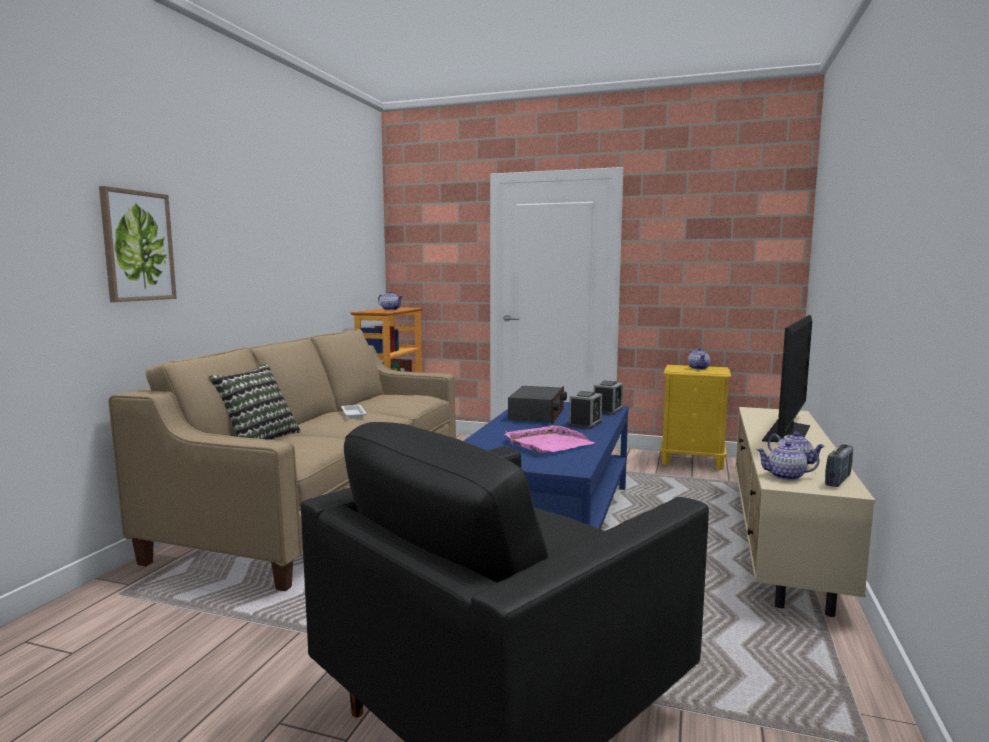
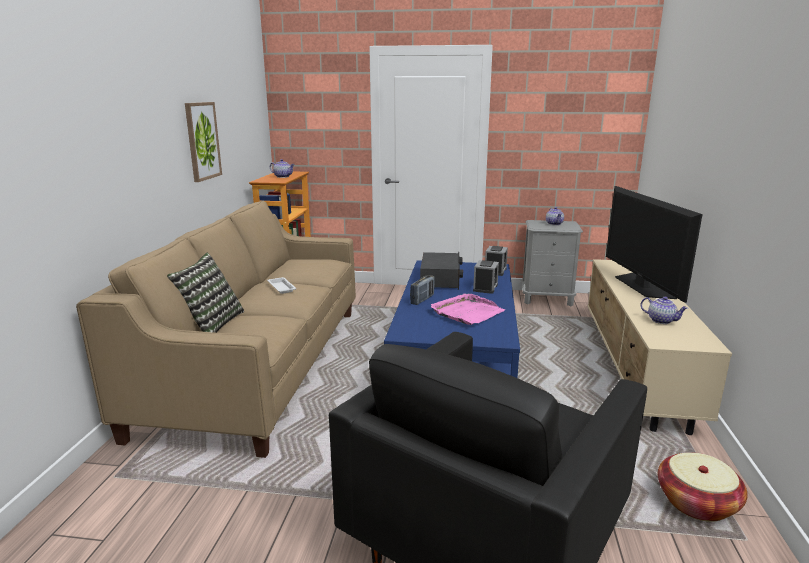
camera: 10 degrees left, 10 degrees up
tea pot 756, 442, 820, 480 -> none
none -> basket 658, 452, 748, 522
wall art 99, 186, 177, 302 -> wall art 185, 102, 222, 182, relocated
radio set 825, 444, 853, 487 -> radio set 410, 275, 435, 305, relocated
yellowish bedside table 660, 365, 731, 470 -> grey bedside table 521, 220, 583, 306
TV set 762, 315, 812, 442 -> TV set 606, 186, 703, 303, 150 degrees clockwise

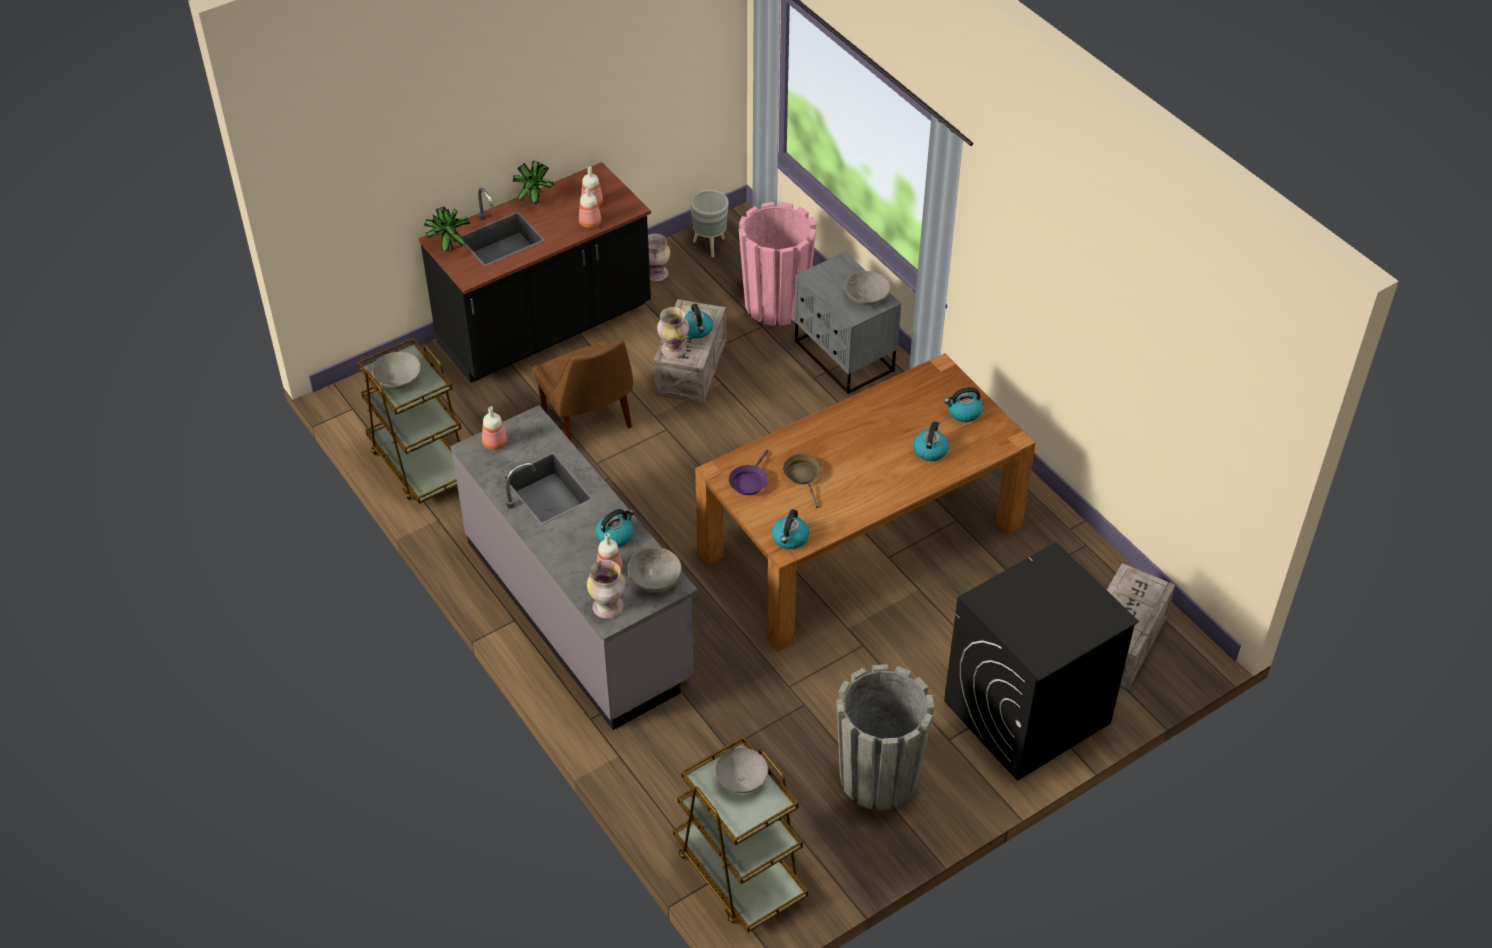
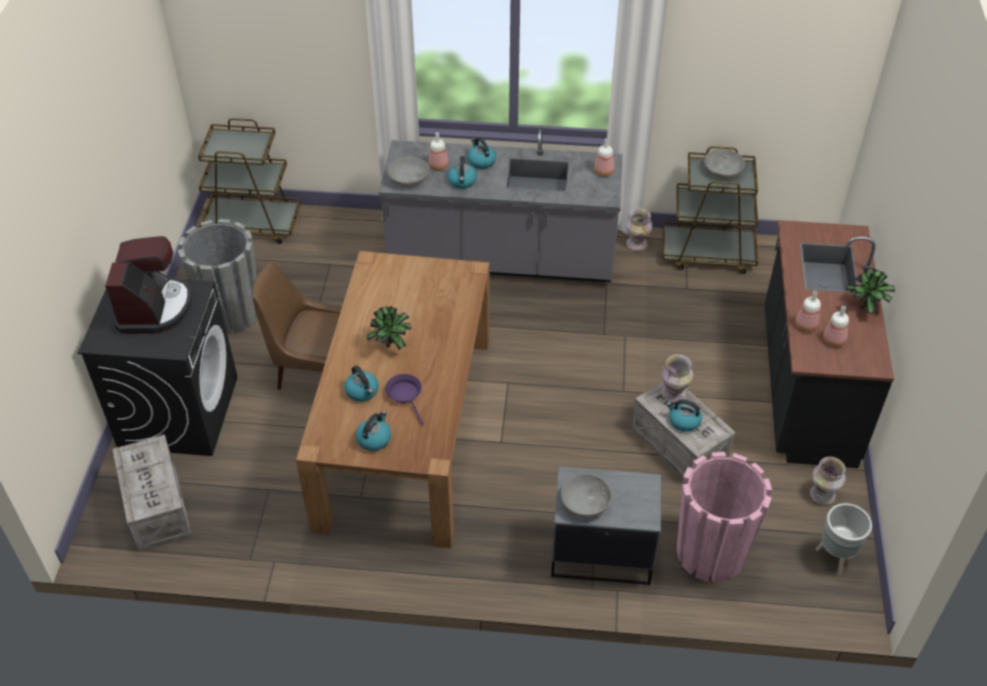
camera: 130 degrees right, 0 degrees up
grey deep dish 716, 748, 768, 793 -> none
brownish skillet 783, 454, 821, 508 -> none
none -> coffee maker 105, 236, 192, 333
houseplant 424, 207, 470, 252 -> houseplant 367, 306, 411, 350, relocated
brownish upright chair 532, 339, 633, 441 -> brownish upright chair 252, 262, 342, 390, relocated
decorative vase 587, 560, 626, 619 -> decorative vase 626, 208, 652, 251, relocated
purple skillet 729, 449, 769, 495 -> purple skillet 385, 374, 424, 424, relocated
kettle 772, 509, 809, 549 -> kettle 467, 137, 497, 169, relocated

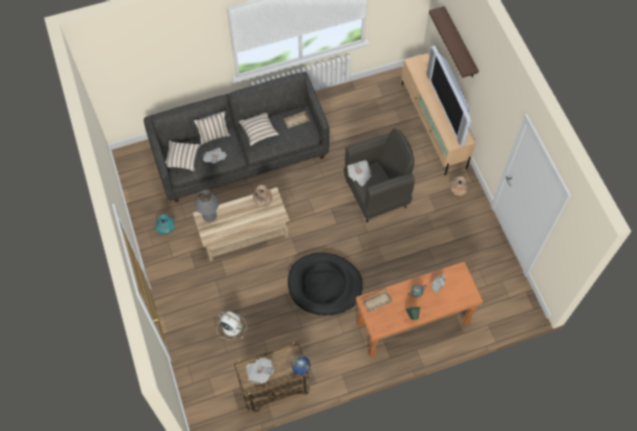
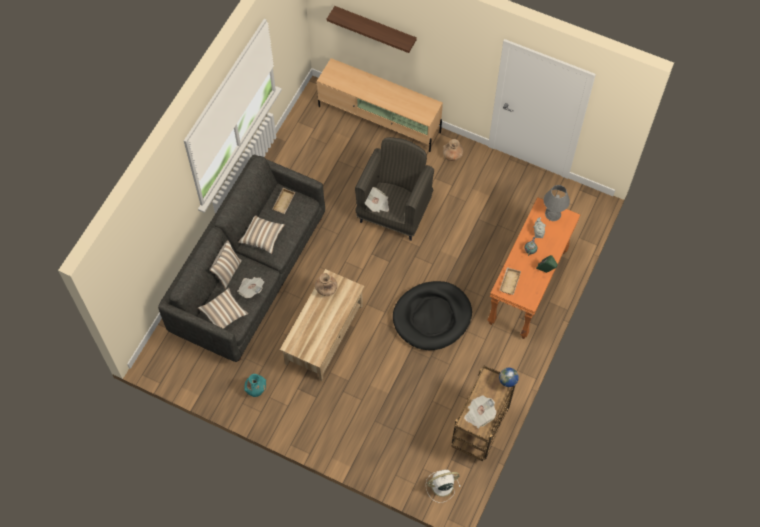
camera: 45 degrees left, 0 degrees up
TV set 426, 46, 471, 146 -> none
grey lamp for a table 195, 190, 219, 222 -> grey lamp for a table 544, 185, 570, 221, relocated
white-coloured cooling fan 217, 311, 247, 339 -> white-coloured cooling fan 426, 470, 461, 503, relocated

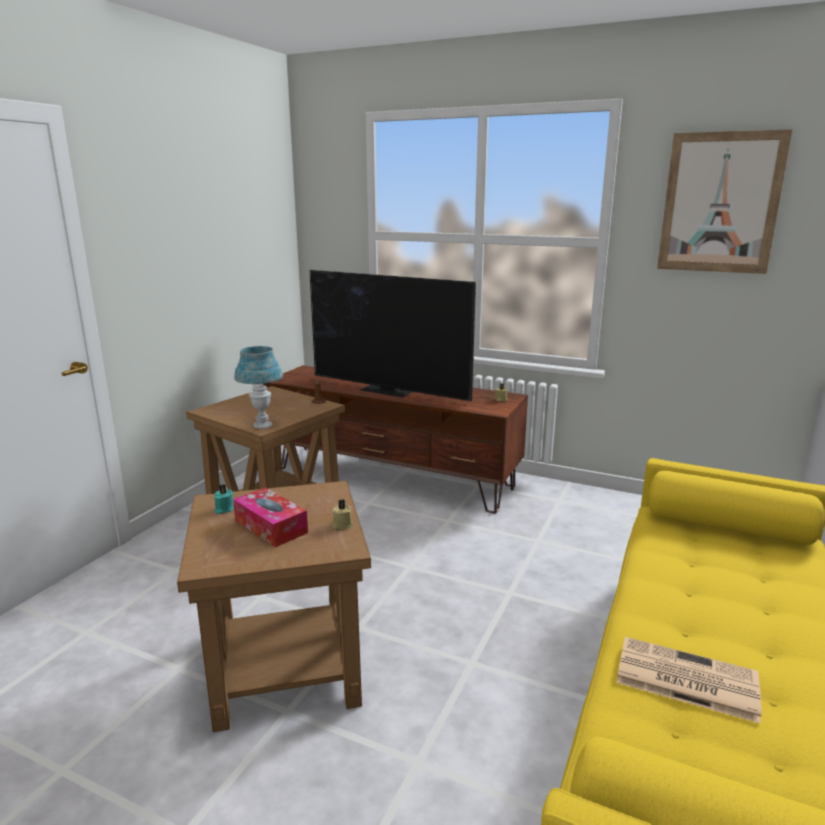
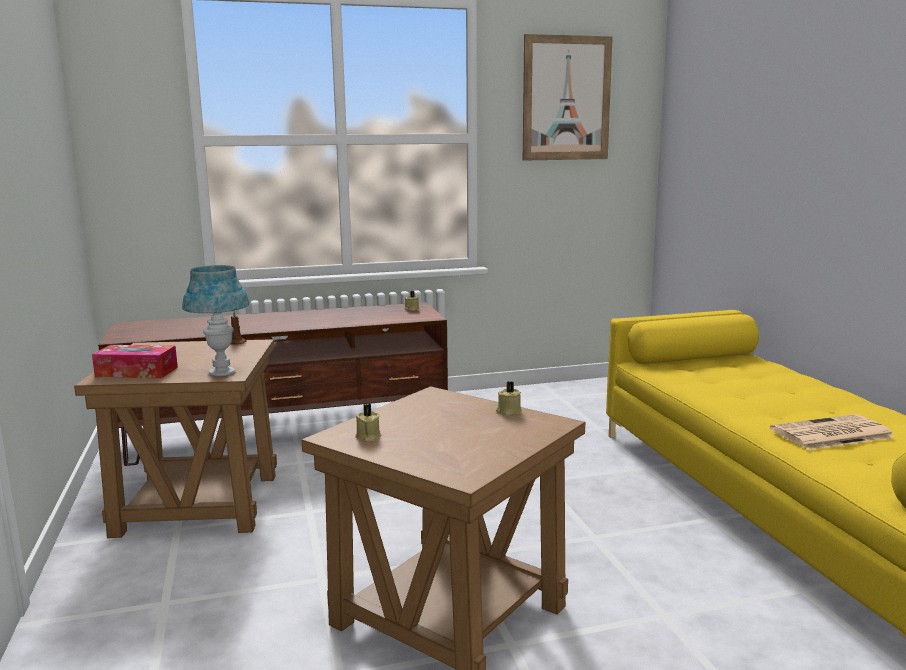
camera: 40 degrees left, 5 degrees down
TV set 309, 270, 476, 401 -> none
tissue holder 233, 487, 308, 547 -> tissue holder 92, 345, 178, 378, relocated
turquoise-coloured candle 214, 485, 234, 514 -> beige candle 355, 404, 381, 442

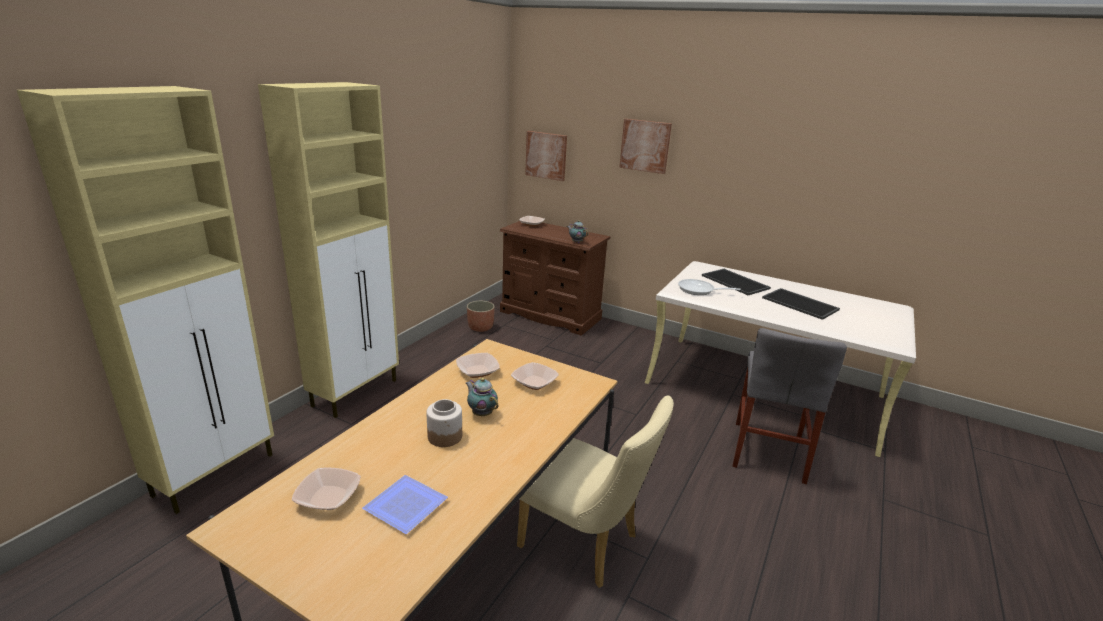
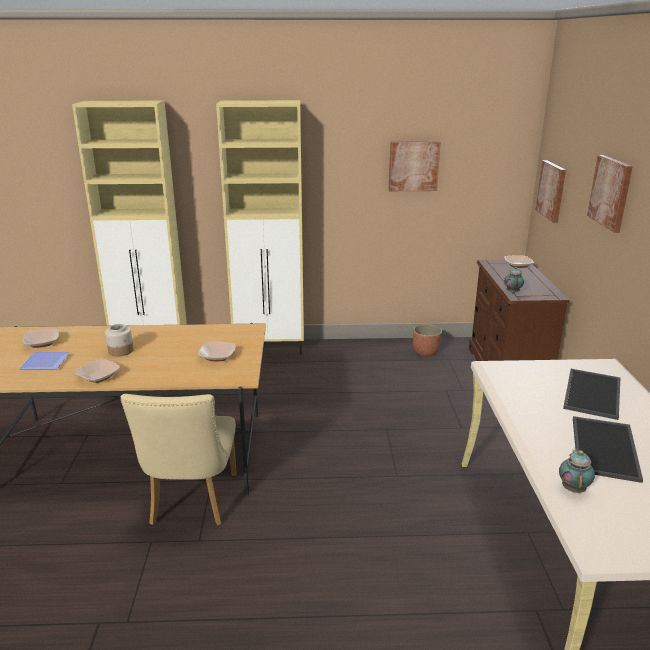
camera: 60 degrees right, 0 degrees up
skillet 678, 279, 740, 295 -> none
grey upright chair 733, 328, 847, 484 -> none
none -> wall art 388, 141, 441, 191
deep dish 456, 353, 500, 378 -> deep dish 75, 359, 120, 383, relocated
tea pot 466, 378, 498, 416 -> tea pot 559, 448, 595, 493, relocated

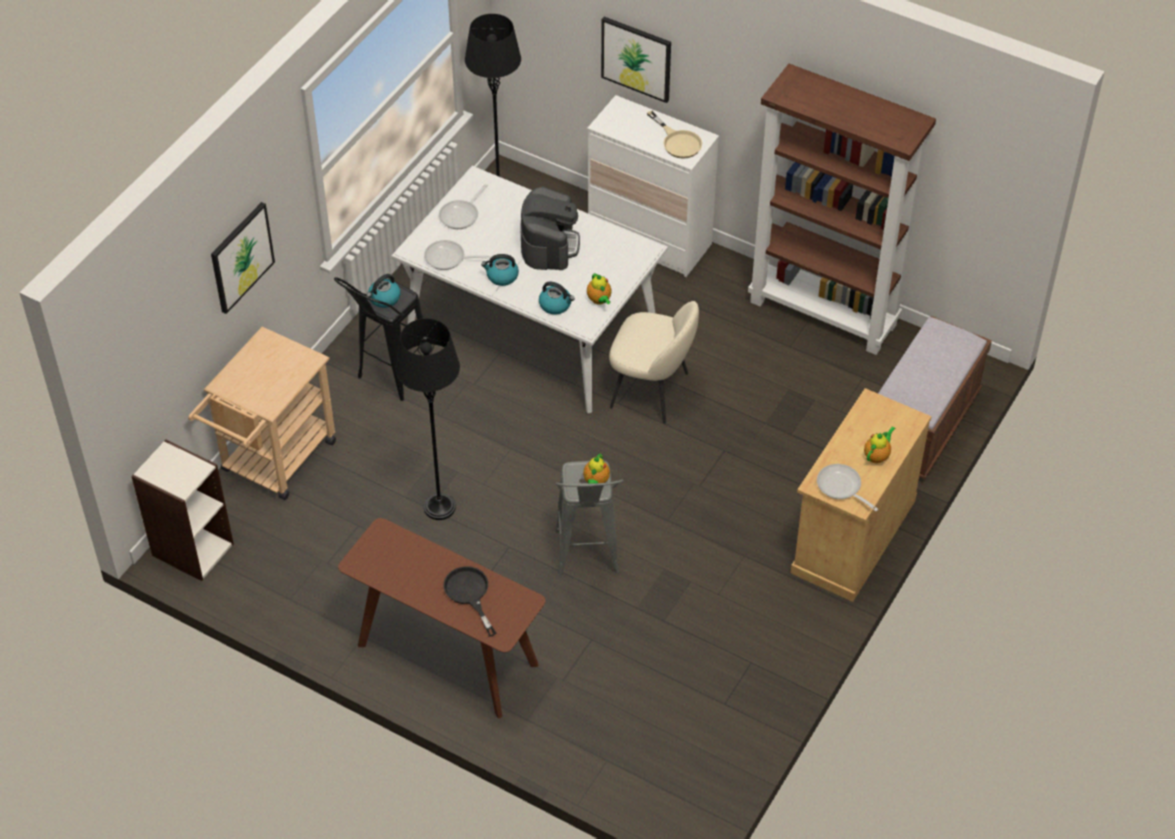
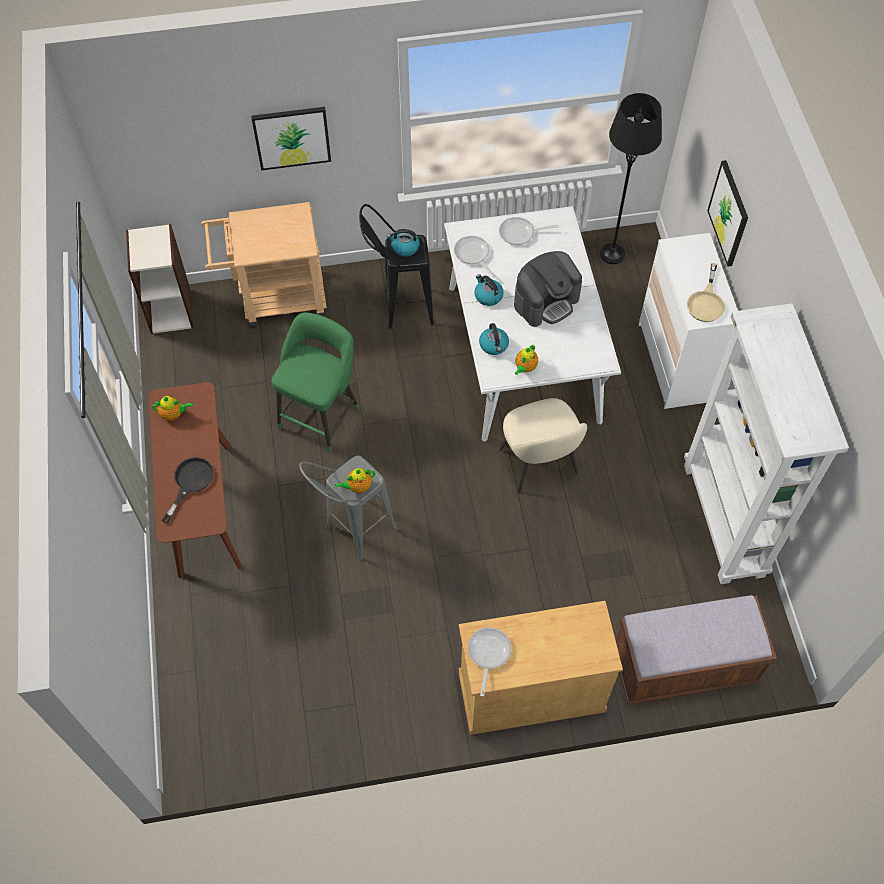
camera: 50 degrees right, 10 degrees up
tea pot 864, 426, 895, 464 -> tea pot 152, 395, 193, 421, relocated
blackish standing lamp 396, 318, 460, 520 -> green-coloured stool seat 271, 313, 359, 453
brownish bookshelf 748, 64, 936, 355 -> white-coloured bookshelf 684, 303, 849, 584

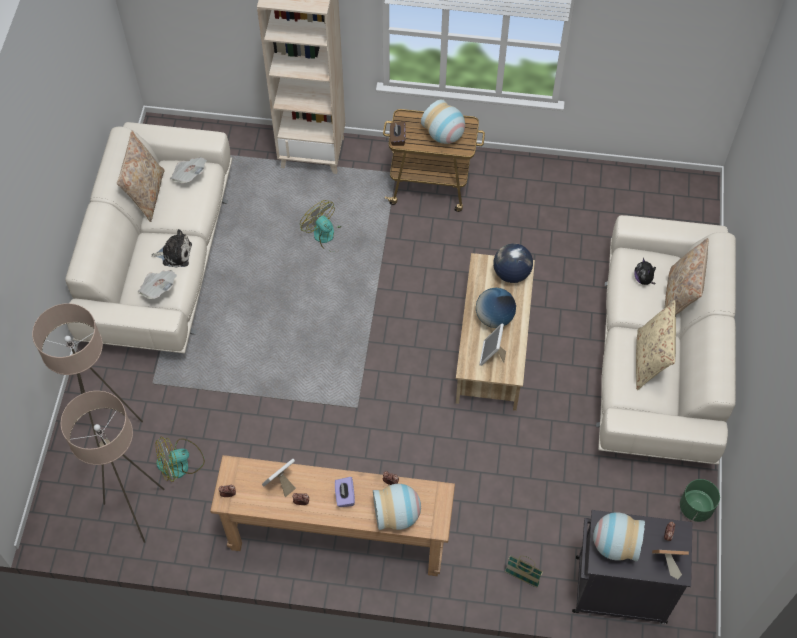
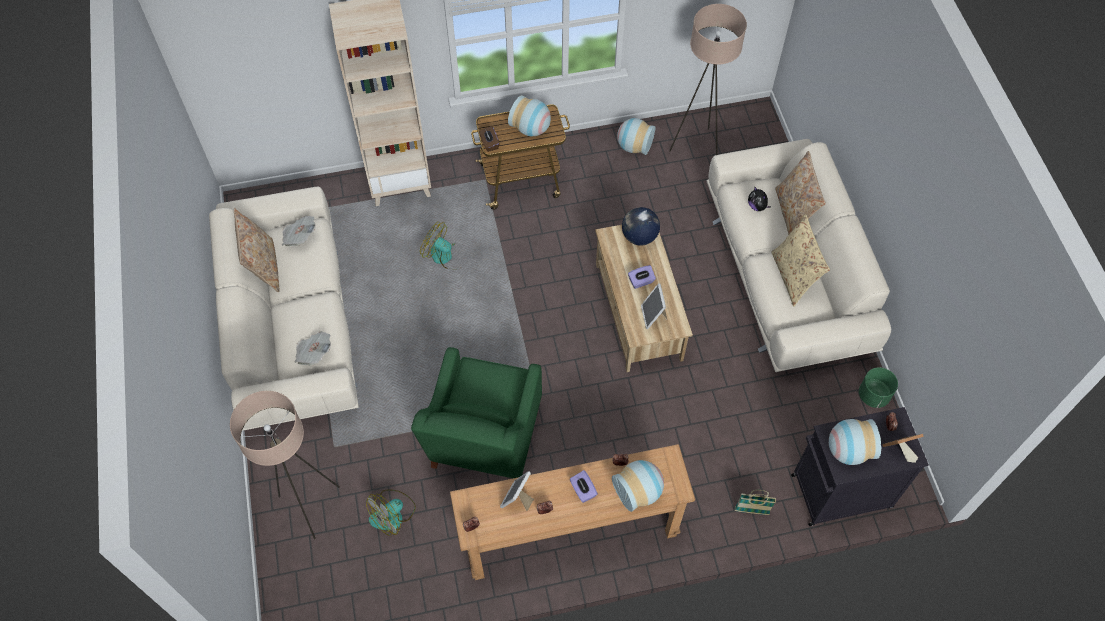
camera: 20 degrees left, 0 degrees up
plush toy 151, 229, 192, 268 -> none
none -> green-coloured lounge chair 411, 347, 542, 478
none -> decorative vase 617, 118, 656, 155
beige standing lamp 61, 391, 165, 543 -> beige standing lamp 669, 4, 747, 155, relocated
globe 476, 288, 516, 328 -> purple tissue holder 628, 265, 656, 289

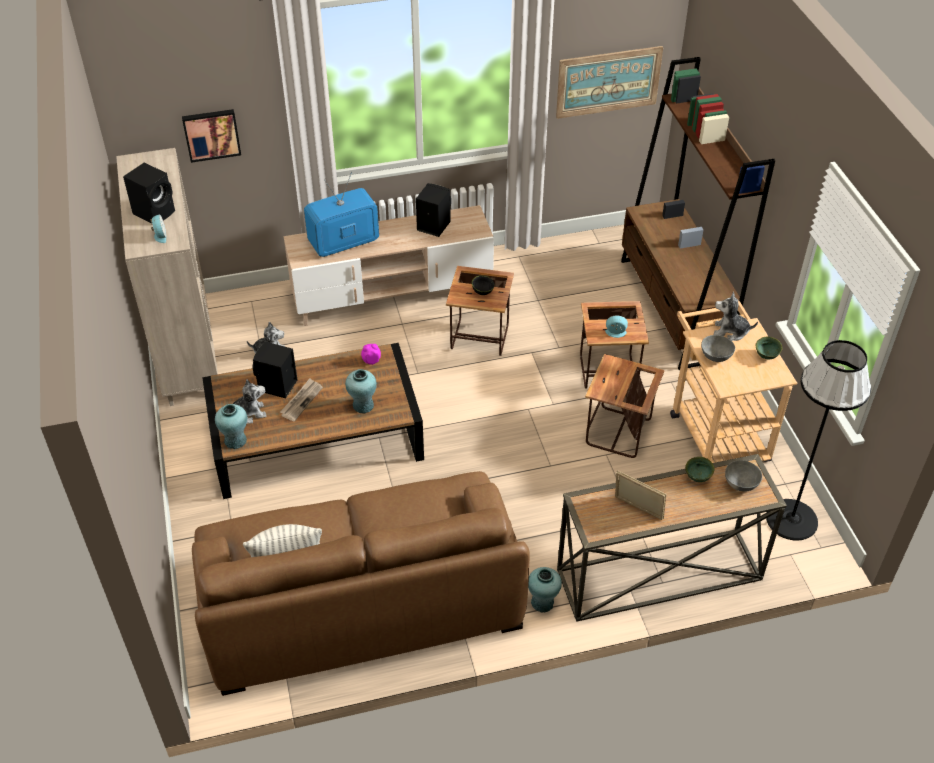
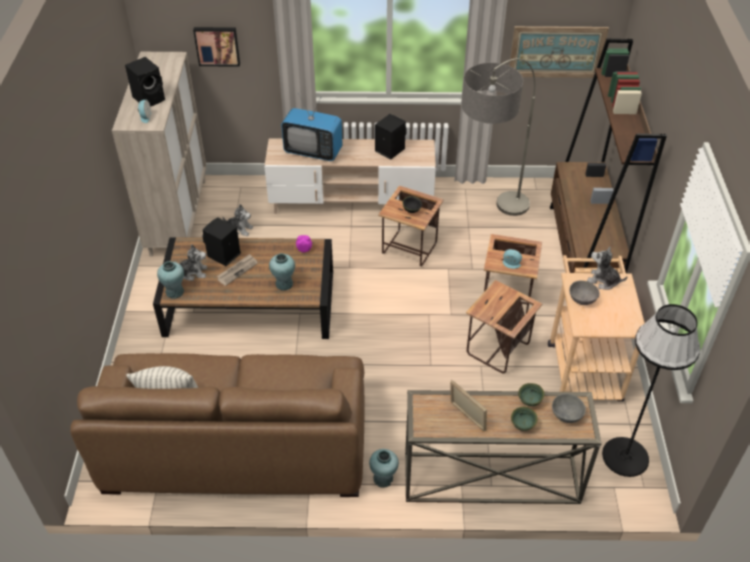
camera: 15 degrees right, 0 degrees up
none -> standing lamp 462, 58, 535, 216
green-coloured deep dish 756, 336, 782, 359 -> green-coloured deep dish 511, 407, 538, 431, relocated
TV set 304, 172, 379, 257 -> TV set 281, 93, 342, 161, 150 degrees counterclockwise

